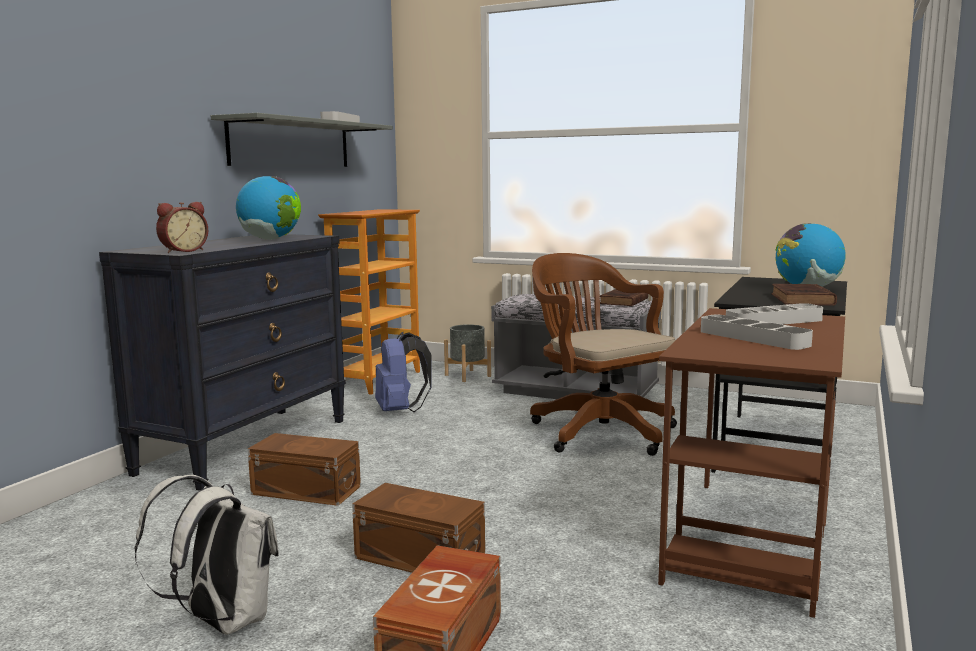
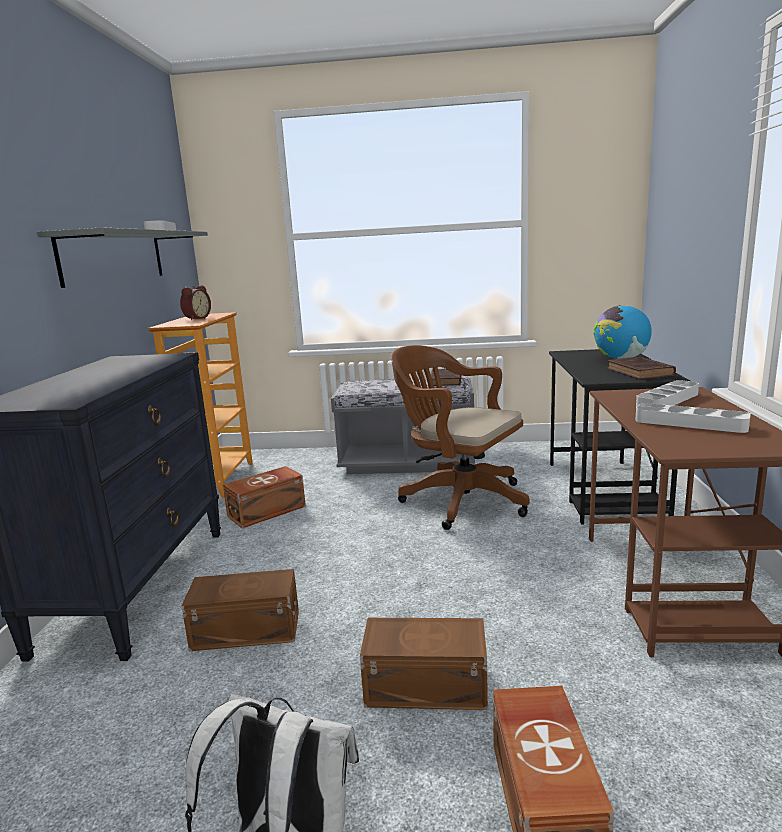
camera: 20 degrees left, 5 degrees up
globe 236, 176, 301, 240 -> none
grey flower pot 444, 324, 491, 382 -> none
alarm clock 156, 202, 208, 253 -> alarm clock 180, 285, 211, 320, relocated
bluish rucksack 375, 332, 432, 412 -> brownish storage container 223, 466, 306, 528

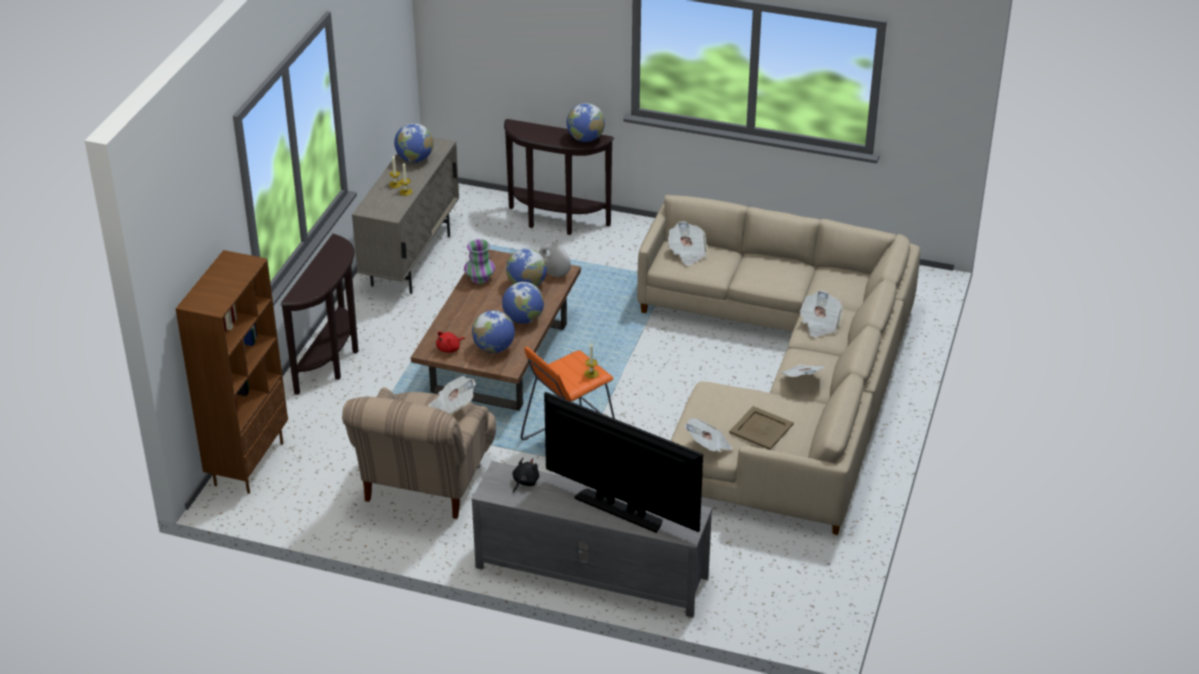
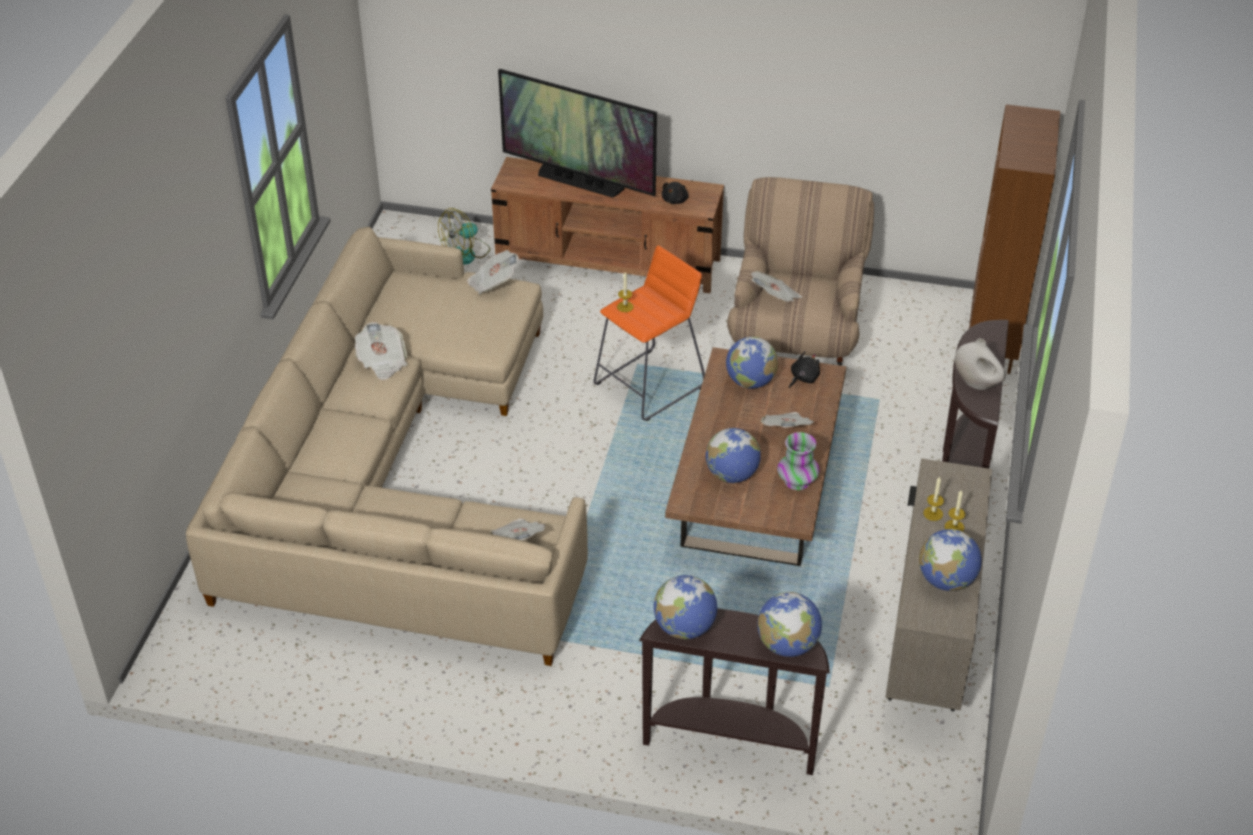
camera: 175 degrees right, 5 degrees up
beige carrying tray 729, 406, 794, 450 -> none
none -> cooling fan 438, 208, 490, 265
globe 502, 282, 544, 324 -> globe 757, 592, 822, 657, relocated
white-coloured decorative vase 539, 240, 571, 277 -> white-coloured decorative vase 955, 339, 1006, 390, relocated
daily paper 800, 290, 843, 337 -> daily paper 760, 412, 814, 428, relocated
reddish plush toy 436, 331, 465, 353 -> blackish plush toy 789, 351, 820, 388
grey tv stand 472, 461, 712, 618 -> brownish tv stand 491, 157, 724, 293

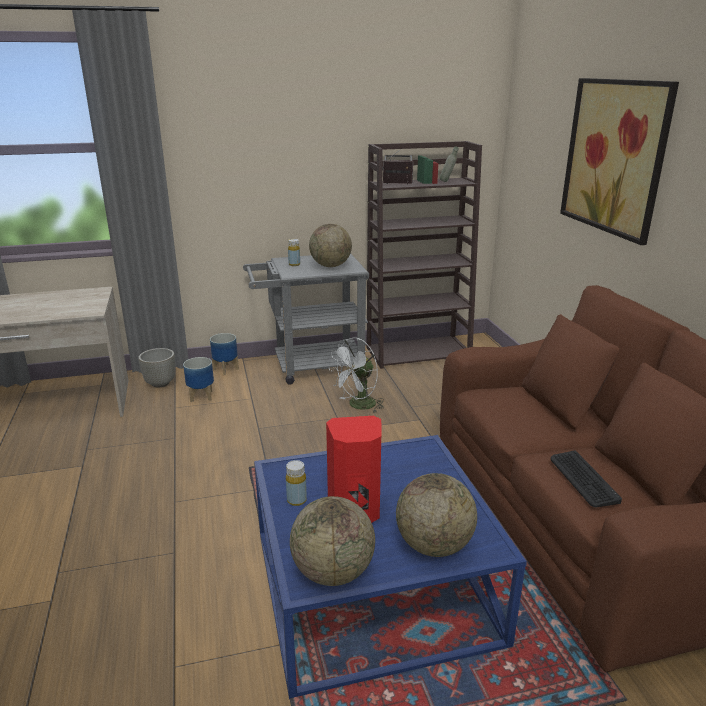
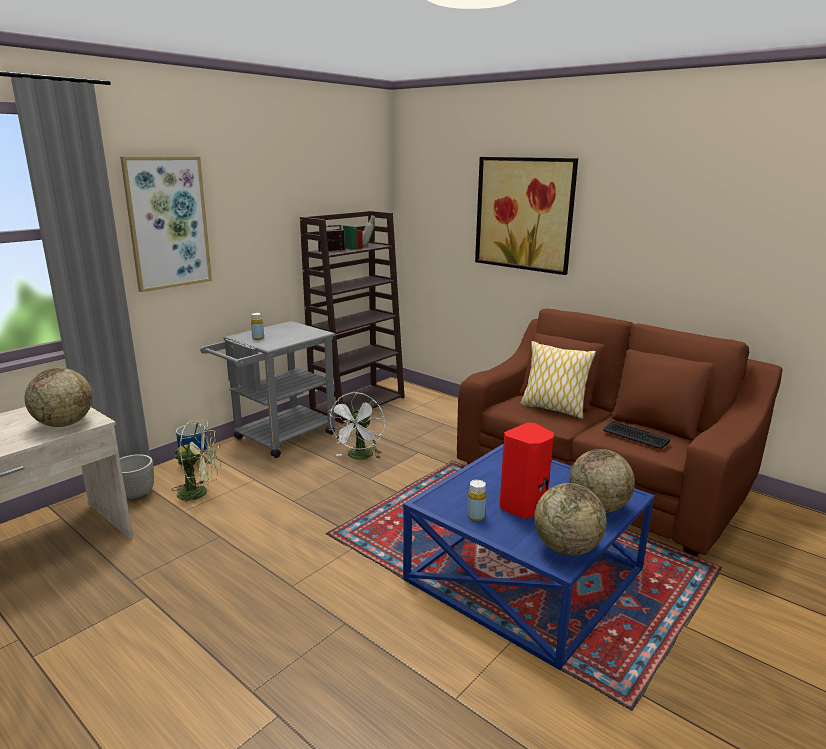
camera: 35 degrees left, 5 degrees down
none -> wall art 120, 157, 212, 292
none -> pillow 520, 341, 596, 419
globe 309, 224, 352, 267 -> globe 25, 368, 92, 427, relocated
flower pot 183, 357, 214, 402 -> green-coloured cooling fan 172, 421, 221, 507

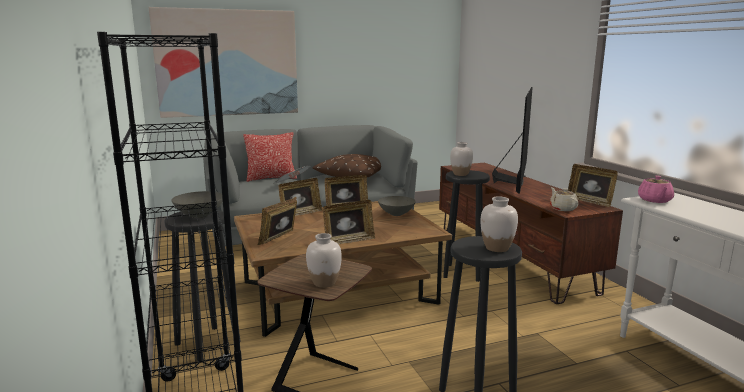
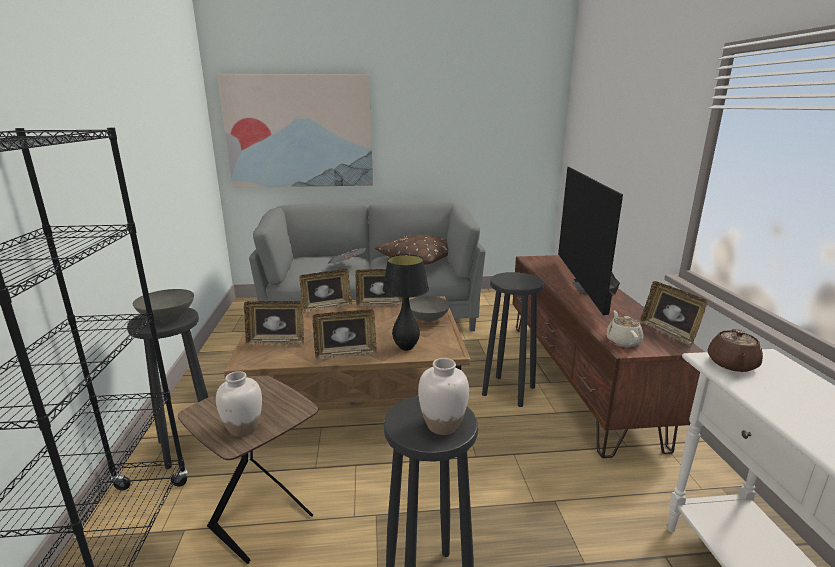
camera: 15 degrees right, 5 degrees up
pillow 243, 132, 297, 182 -> none
white-coloured decorative vase 450, 142, 473, 176 -> none
none -> blackish lamp for a table 383, 254, 429, 351
pinkish tea pot 638, 176, 674, 203 -> brownish tea pot 707, 329, 763, 372
standing frame 257, 197, 297, 245 -> standing frame 244, 301, 304, 345, 135 degrees counterclockwise
TV set 492, 87, 533, 194 -> TV set 558, 167, 623, 316, 150 degrees clockwise

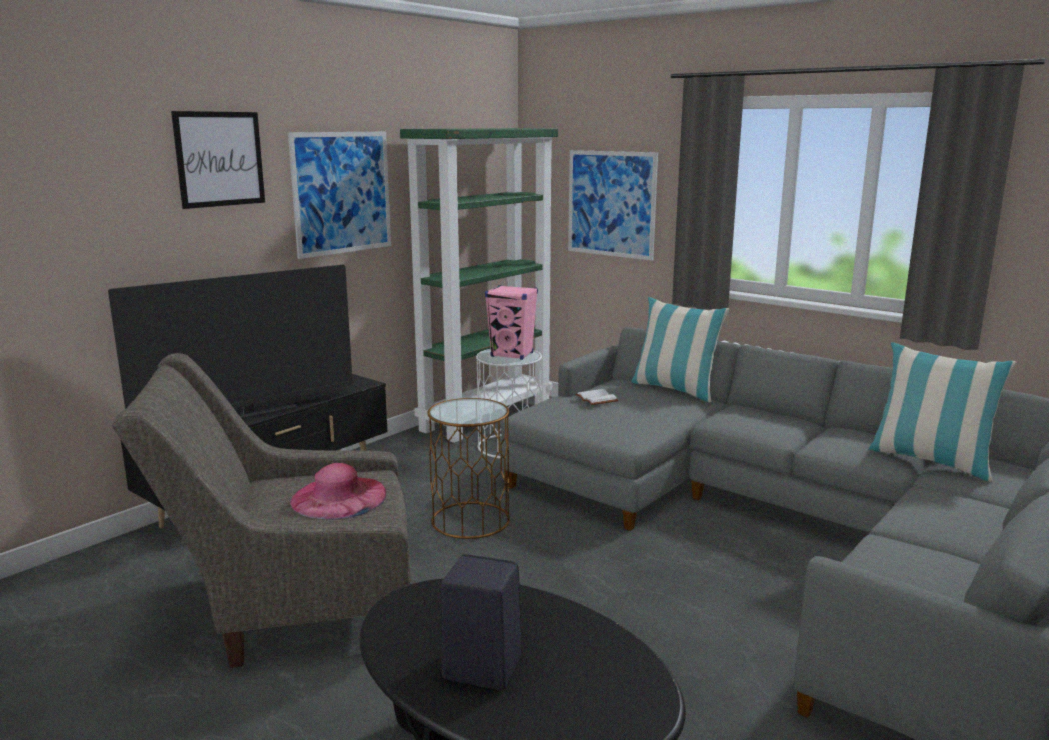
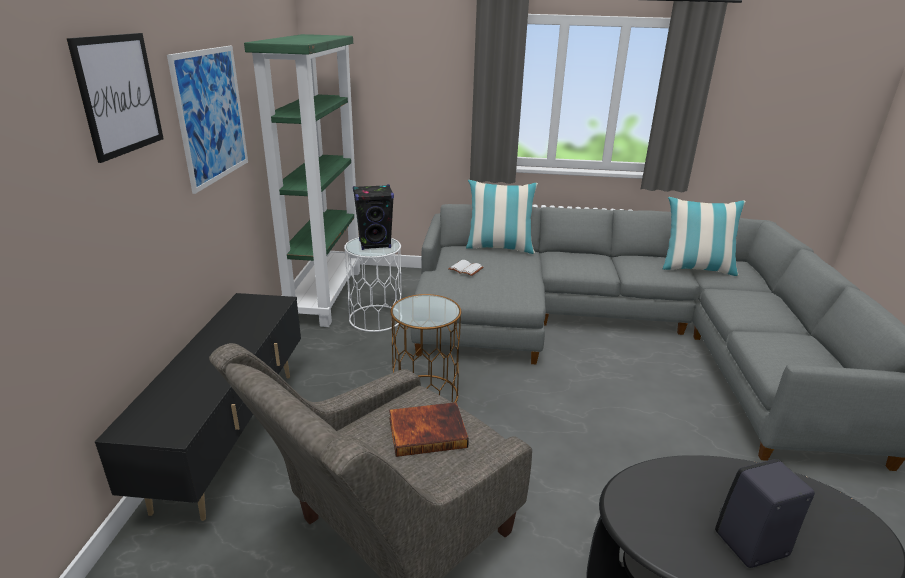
camera: 35 degrees left, 10 degrees up
TV set 108, 265, 353, 419 -> none
wall art 568, 150, 658, 261 -> none
pinkish hat 290, 463, 386, 519 -> book 389, 402, 469, 457
pinkish loudspeaker 485, 285, 538, 360 -> blackish loudspeaker 353, 185, 394, 250

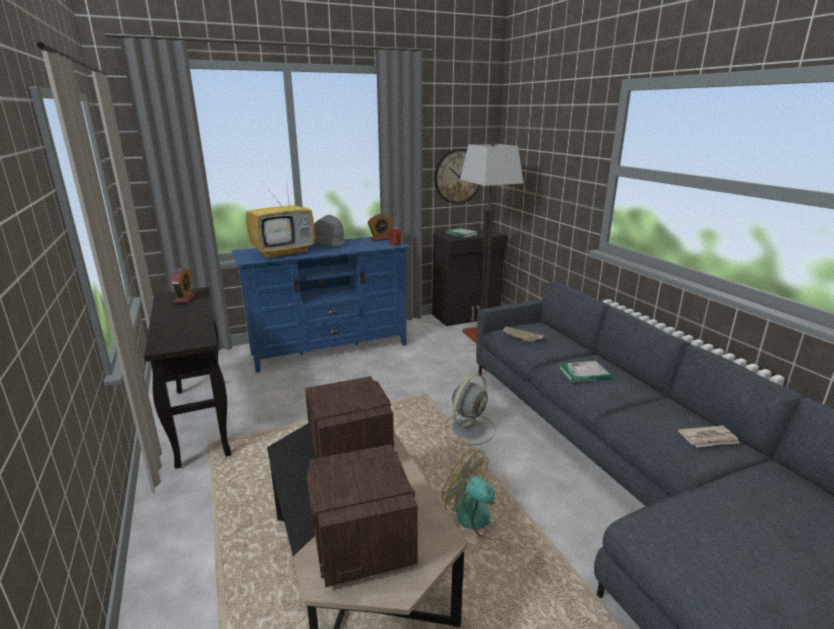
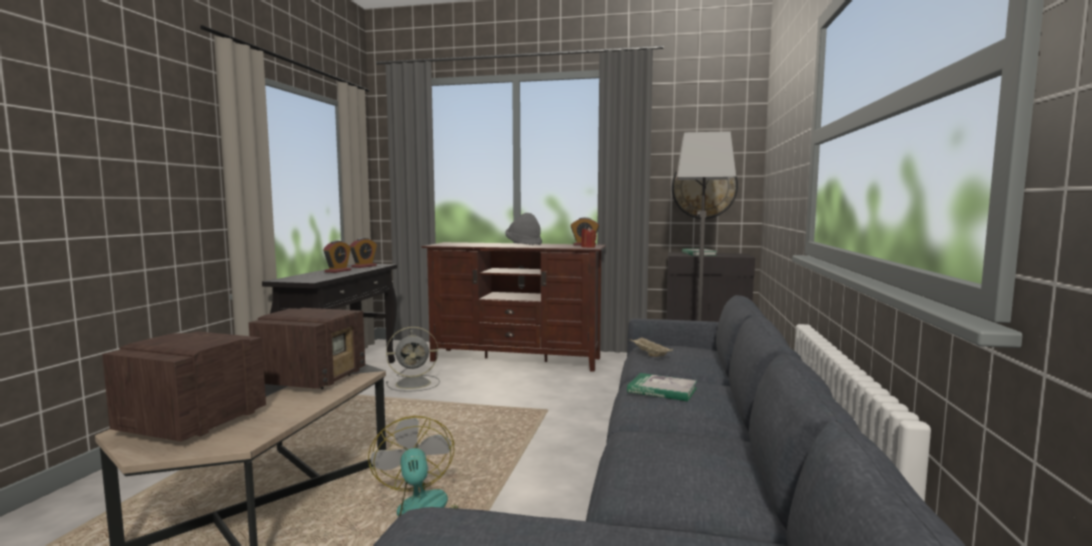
camera: 35 degrees right, 15 degrees down
TV set 246, 177, 315, 259 -> none
daily paper 678, 425, 739, 448 -> none
none -> alarm clock 323, 240, 352, 273
grey cooling fan 444, 374, 496, 445 -> grey cooling fan 386, 327, 440, 392, relocated
bluish tv stand 232, 235, 411, 373 -> brownish tv stand 421, 242, 606, 372

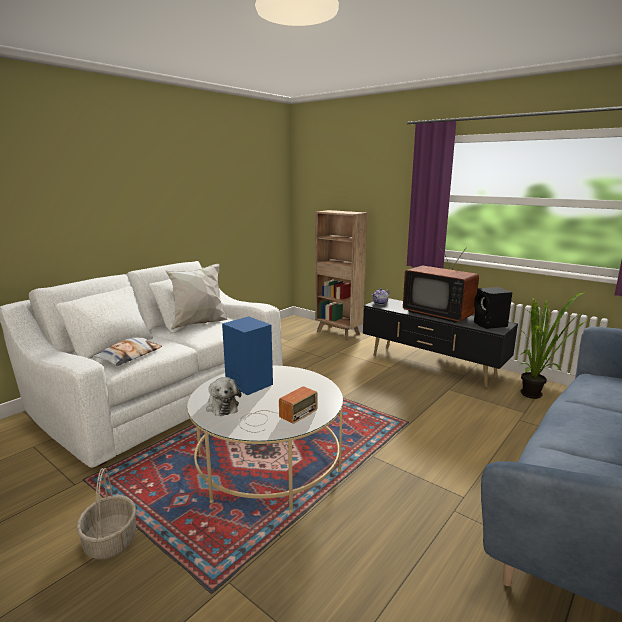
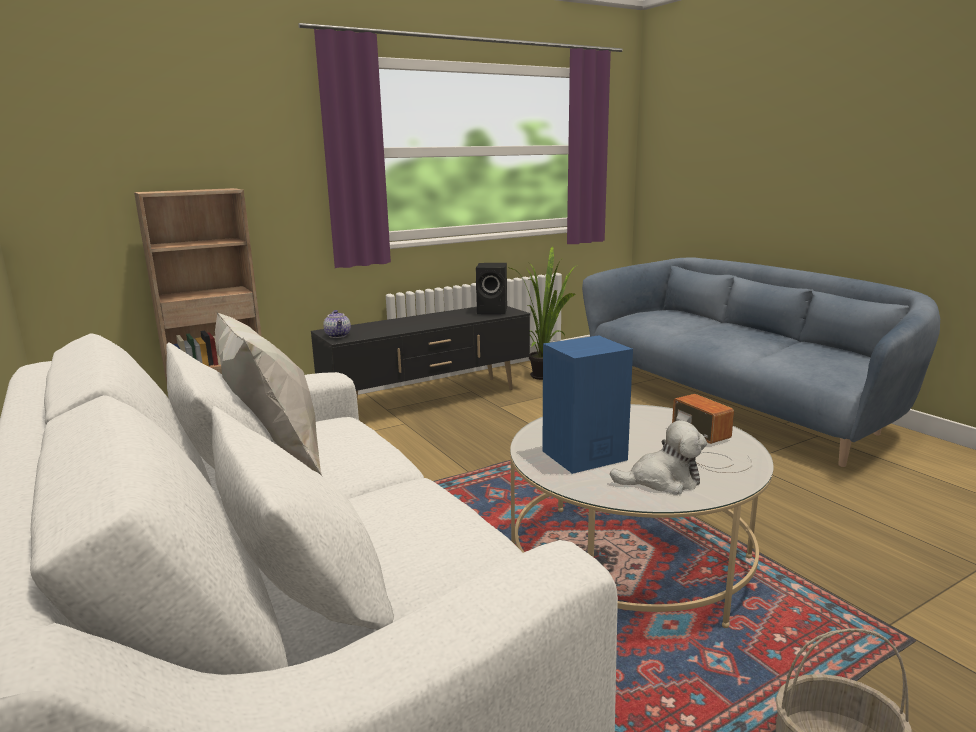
camera: 70 degrees left, 0 degrees up
pillow 93, 337, 162, 366 -> none
TV set 403, 247, 479, 323 -> none

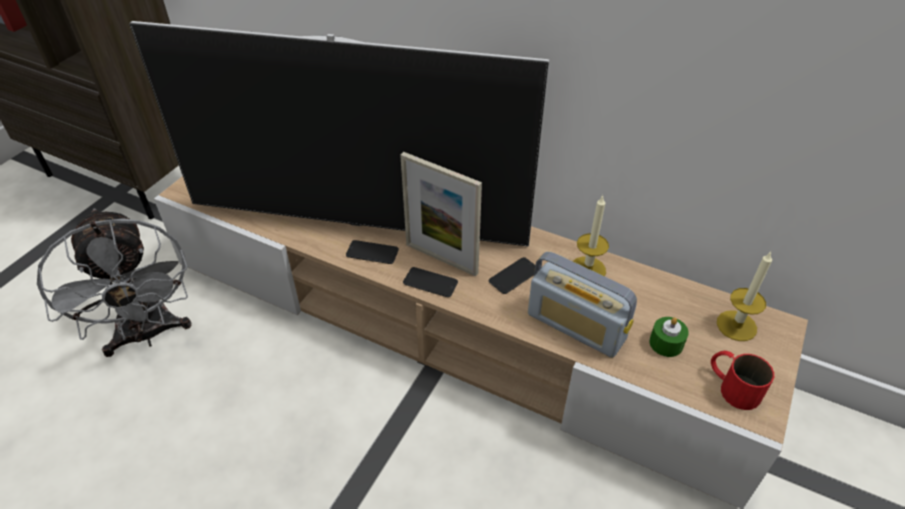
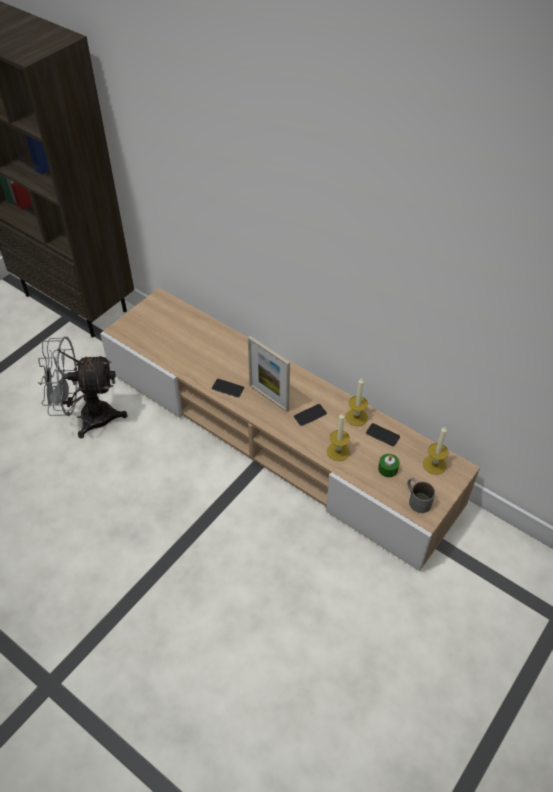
camera: 10 degrees right, 5 degrees up
TV set 129, 21, 549, 246 -> none
phone 403, 267, 458, 297 -> phone 366, 423, 400, 446, relocated
radio set 528, 252, 637, 358 -> candle 327, 412, 350, 461
reddish mug 711, 351, 774, 410 -> grey mug 407, 478, 435, 513
grey cooling fan 37, 208, 192, 357 -> grey cooling fan 38, 337, 128, 439, 105 degrees clockwise

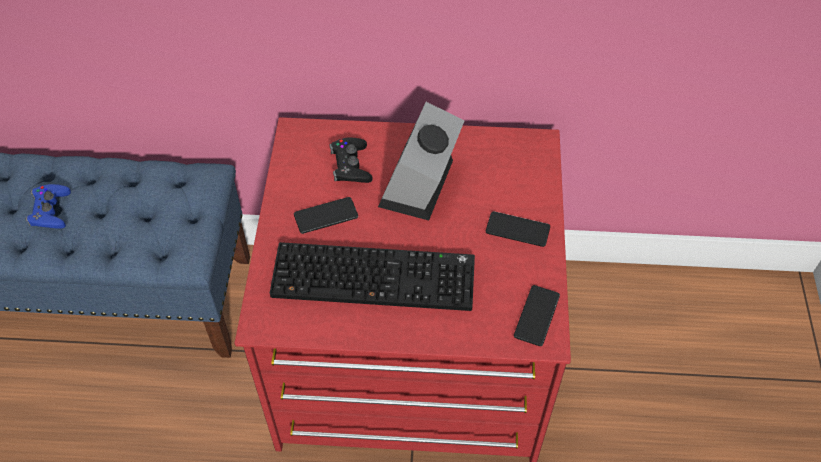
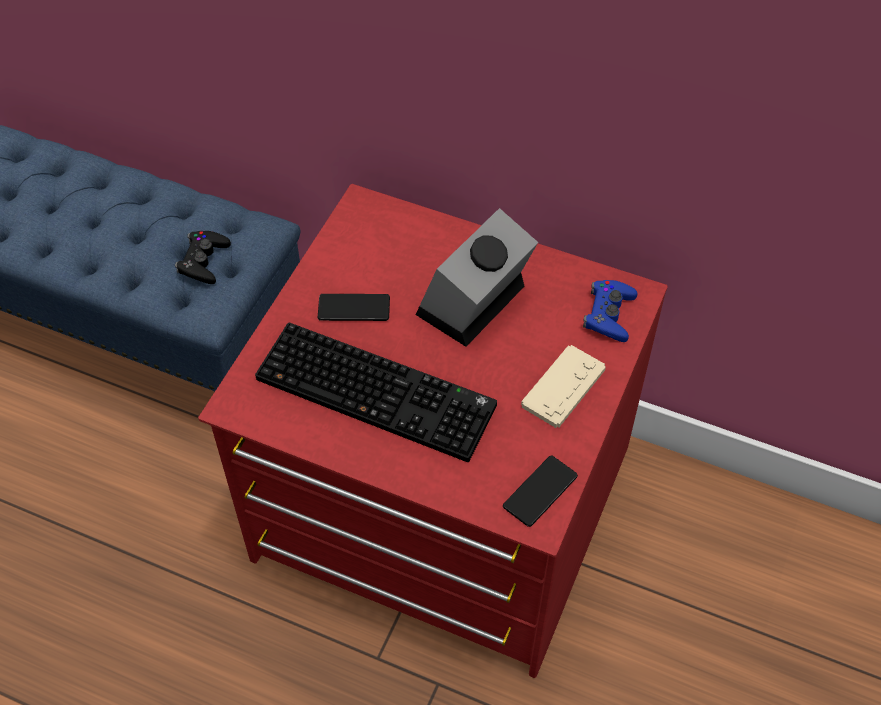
camera: 20 degrees right, 0 degrees up
bluish gamepad 26, 184, 71, 229 -> bluish gamepad 583, 280, 638, 342, relocated
blackish gamepad 330, 137, 372, 183 -> blackish gamepad 175, 231, 231, 284, relocated
phone 486, 211, 550, 247 -> beige gamepad 521, 345, 606, 428

